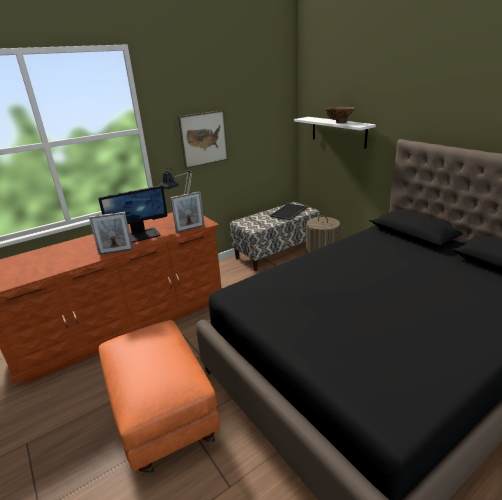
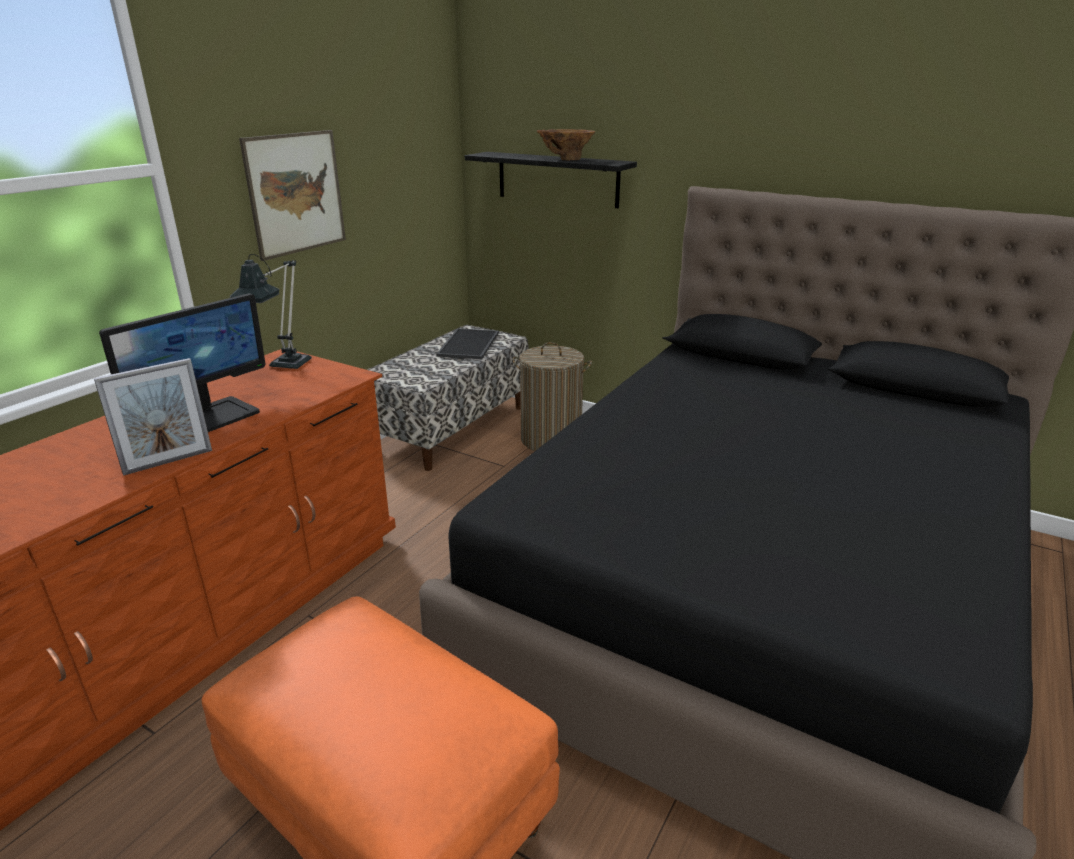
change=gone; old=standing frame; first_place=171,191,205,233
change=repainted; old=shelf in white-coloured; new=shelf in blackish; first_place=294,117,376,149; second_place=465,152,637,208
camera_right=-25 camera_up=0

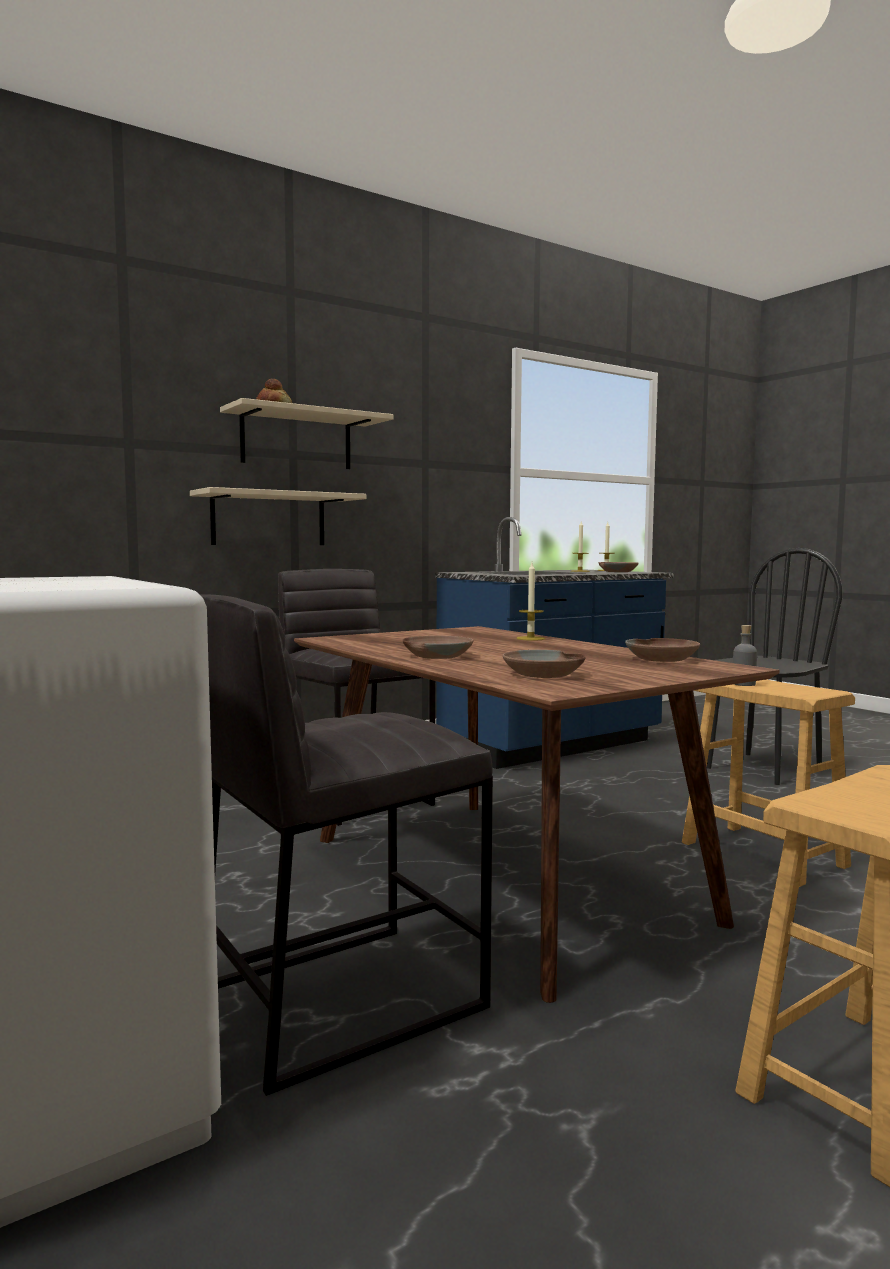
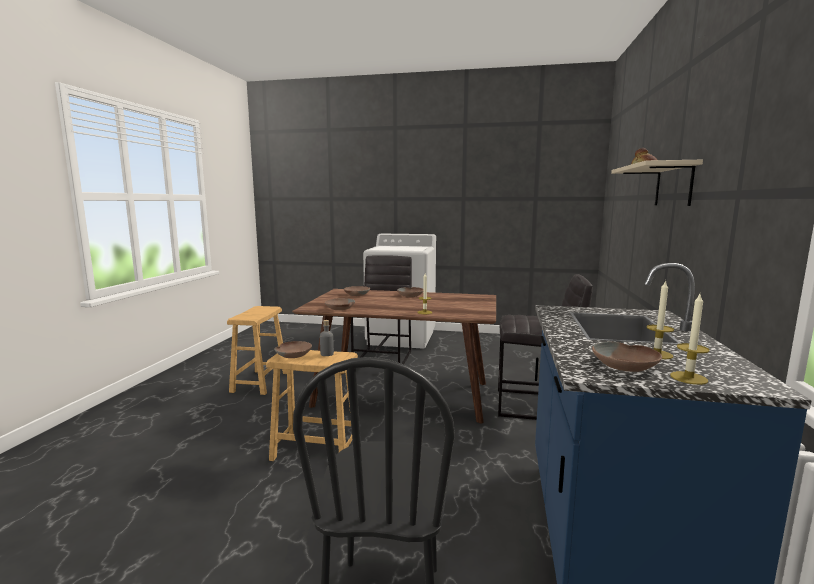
change=gone; old=shelf in sand-coloured; first_place=190,487,366,545
change=new; new=bowl in brown-coloured; second_place=274,341,312,358
camera_right=135 camera_up=5

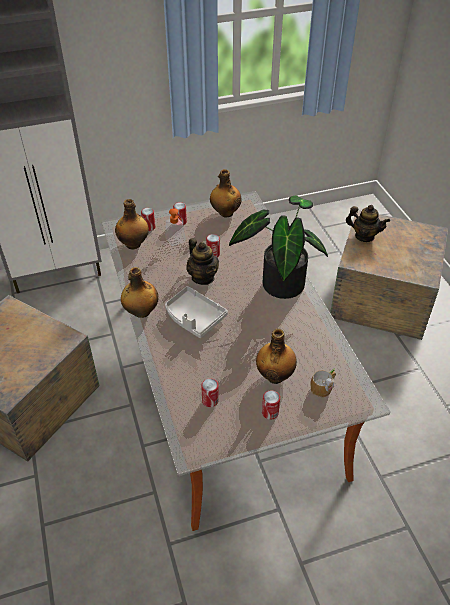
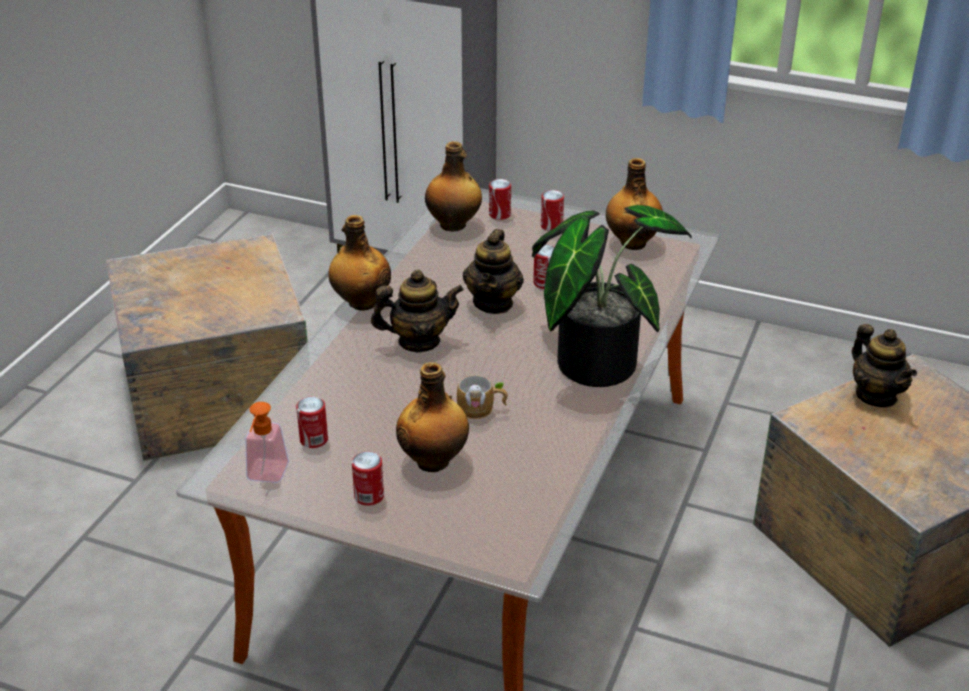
change=swapped; old=carrying tray in grey; new=teapot; first_place=165,286,228,338; second_place=371,270,464,352
change=shifted; old=soap bottle; first_place=166,208,186,246; second_place=245,402,289,483
change=shifted; old=mug; first_place=310,369,336,397; second_place=457,375,508,419
camera_right=40 camera_up=-10

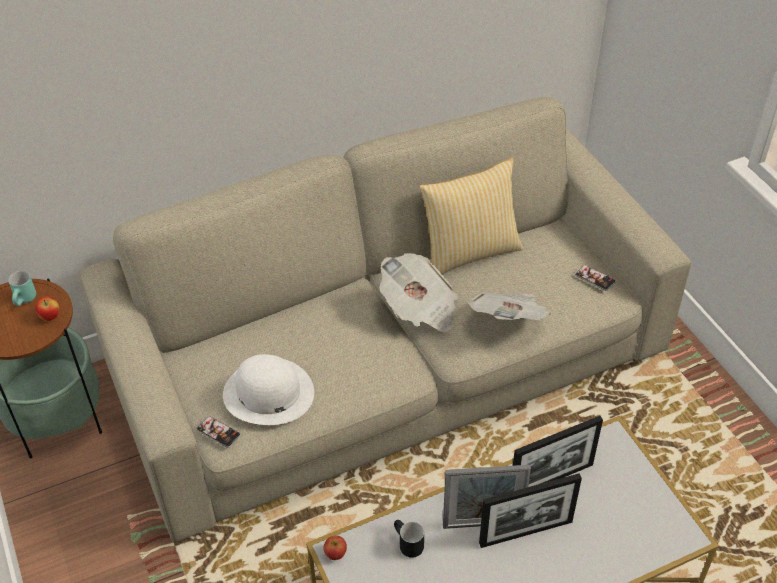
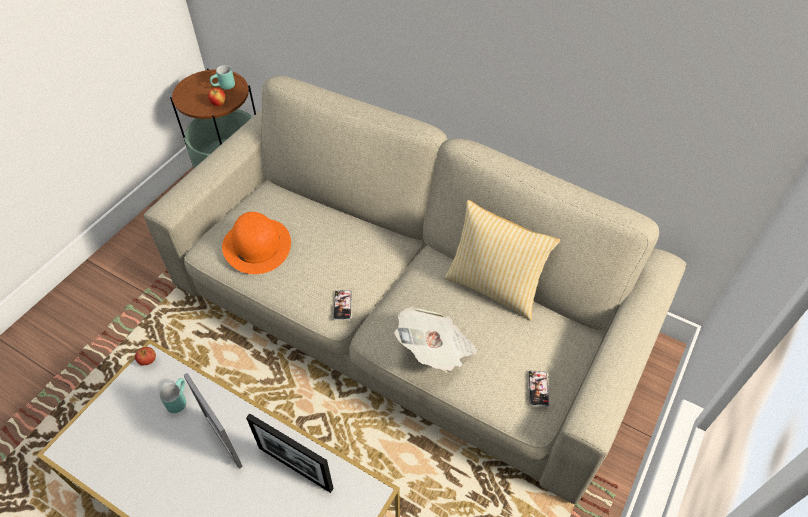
change=shifted; old=telephone; first_place=197,416,241,448; second_place=333,290,352,320
change=repainted; old=wearable hat in white-coloured; new=wearable hat in orange; first_place=223,354,314,425; second_place=222,212,291,274
change=gone; old=printed paper; first_place=379,253,458,333
change=repainted; old=mug in blackish; new=mug in turquoise; first_place=394,520,424,558; second_place=159,378,186,413
change=gone; old=standing frame; first_place=479,474,582,548
camera_right=55 camera_up=5

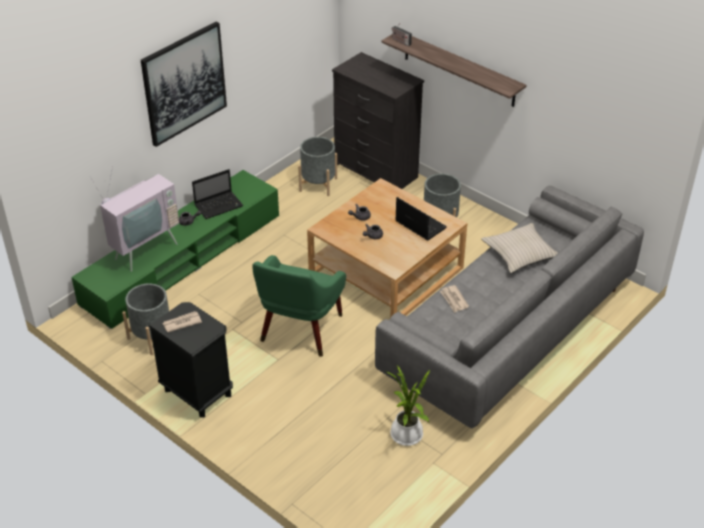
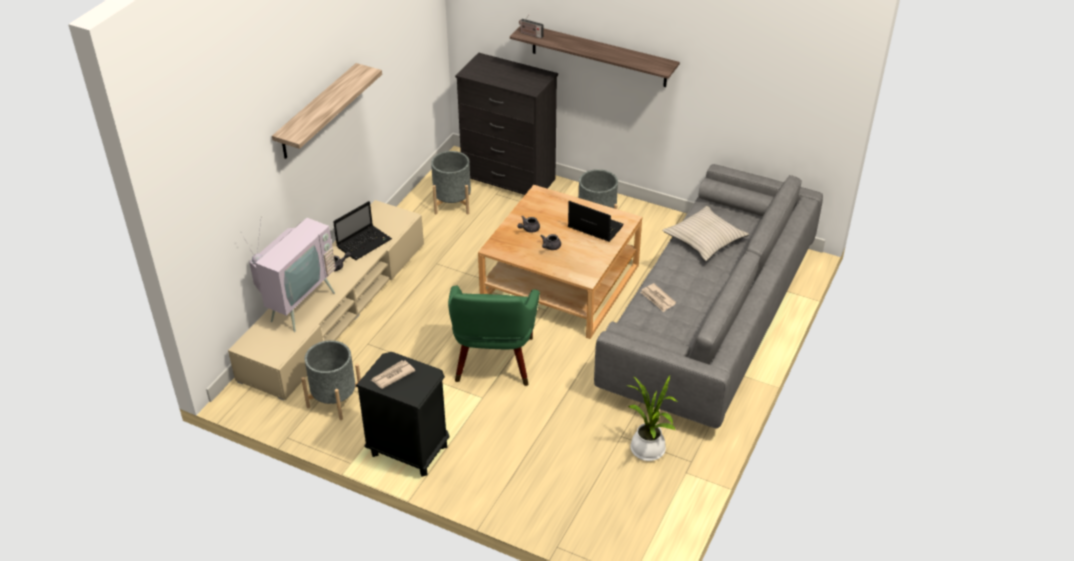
change=repainted; old=tv stand in greenish; new=tv stand in sand-coloured; first_place=71,170,279,329; second_place=228,200,424,401
change=swapped; old=picture; new=shelf; first_place=141,22,227,147; second_place=272,63,382,159
camera_right=-15 camera_up=0

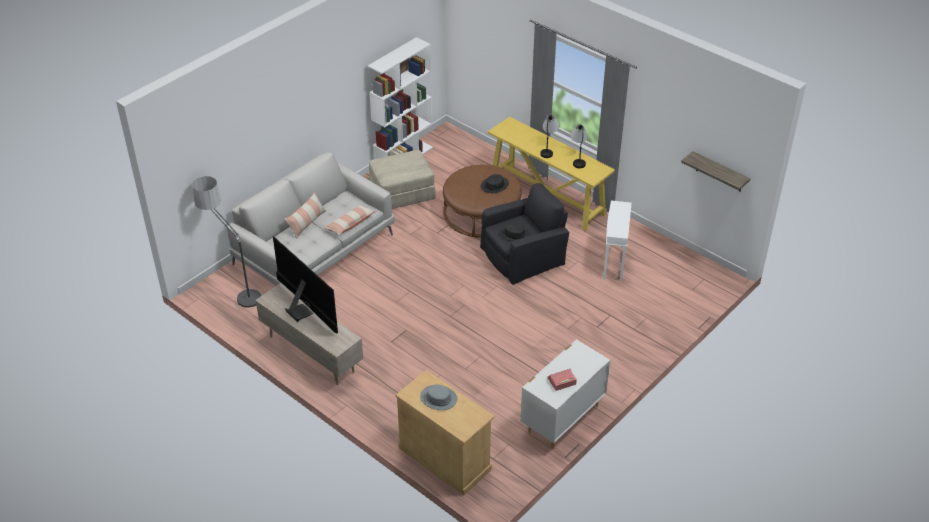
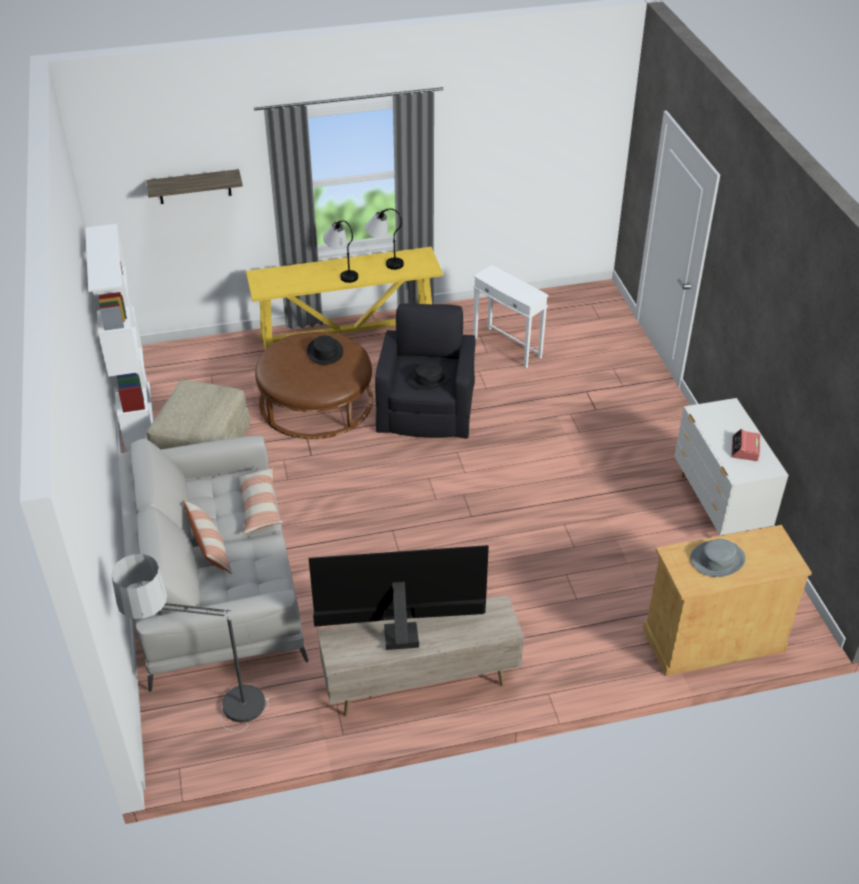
change=shifted; old=shelf; first_place=681,151,750,192; second_place=146,169,243,204
camera_right=-55 camera_up=0

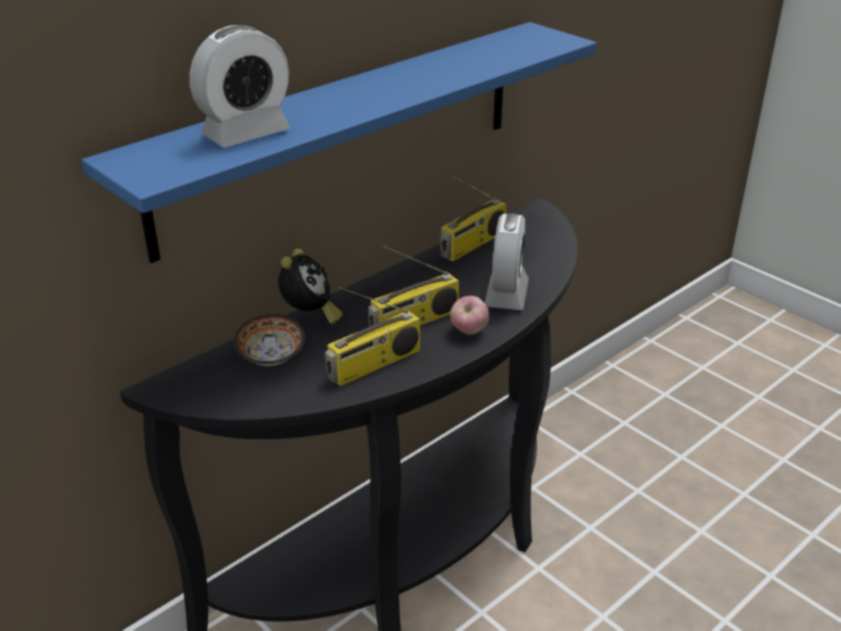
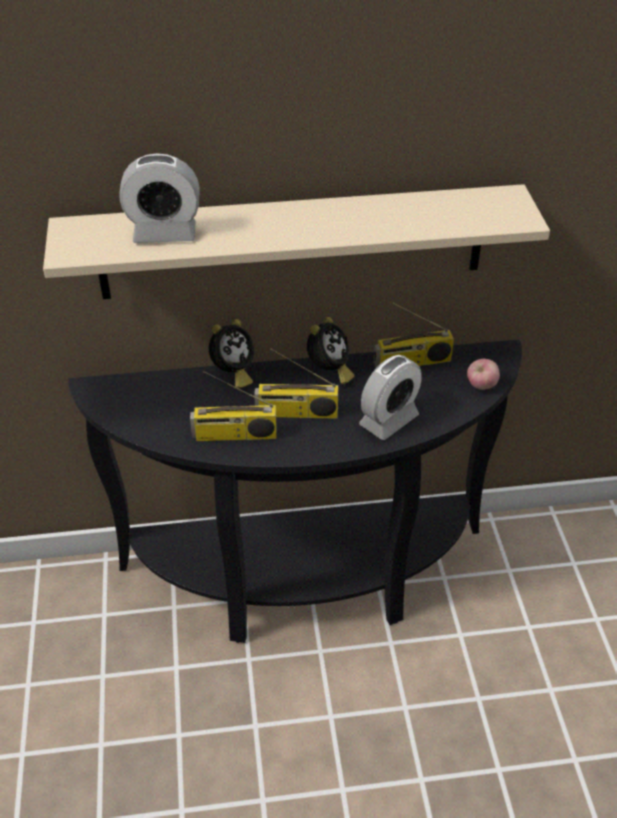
change=repainted; old=shelf in bluish; new=shelf in sand-coloured; first_place=81,22,597,263; second_place=43,184,550,299
change=gone; old=bowl; first_place=234,314,305,366
change=shifted; old=whole apple; first_place=450,296,490,335; second_place=467,359,500,390
change=new; new=bedside clock; second_place=307,317,354,384
camera_right=35 camera_up=10

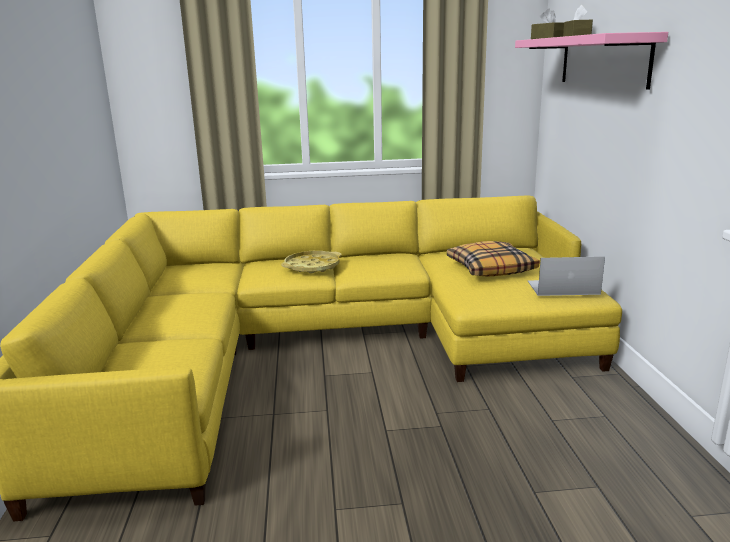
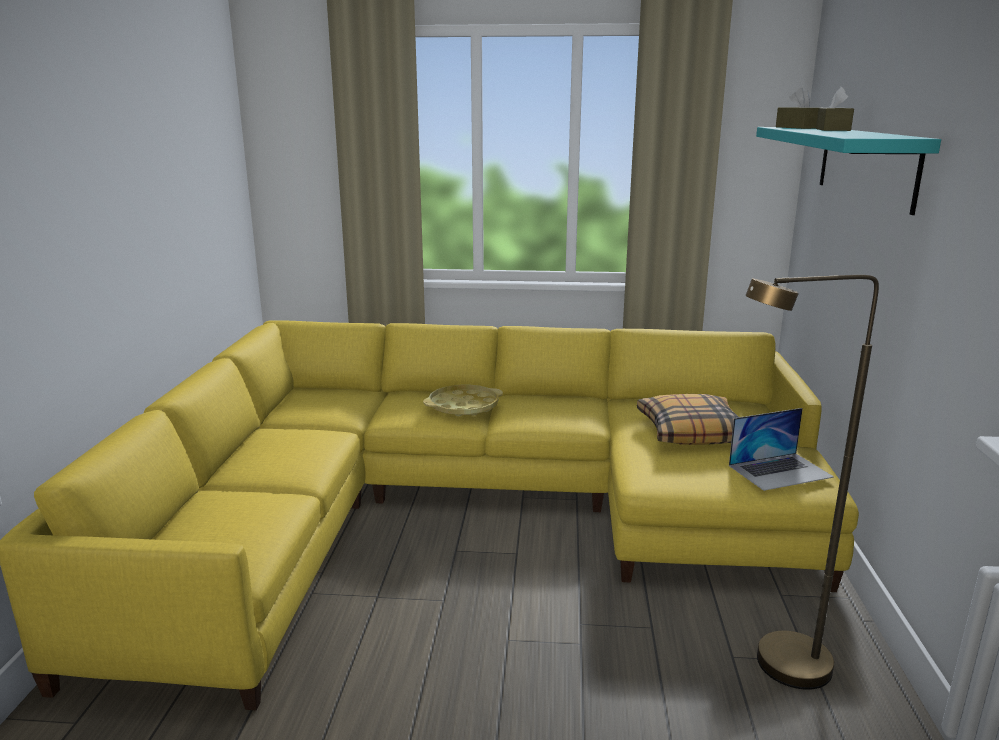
change=repainted; old=shelf in pinkish; new=shelf in turquoise; first_place=515,32,668,90; second_place=756,127,941,215
change=rotated; old=portable computer; first_place=528,257,605,296; second_place=729,408,834,491; degrees=150
change=new; new=floor lamp in brown-coloured; second_place=745,275,879,690
camera_right=10 camera_up=0

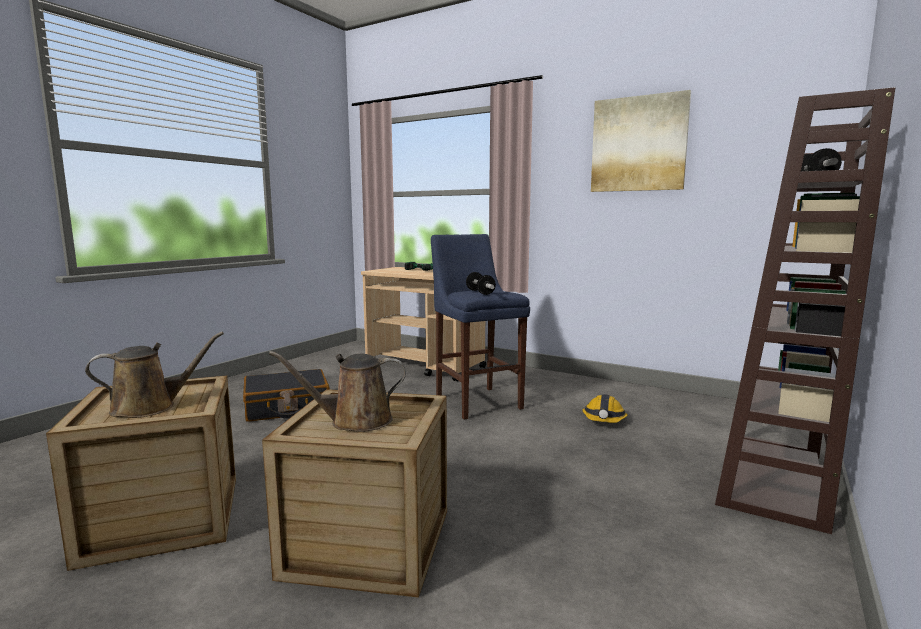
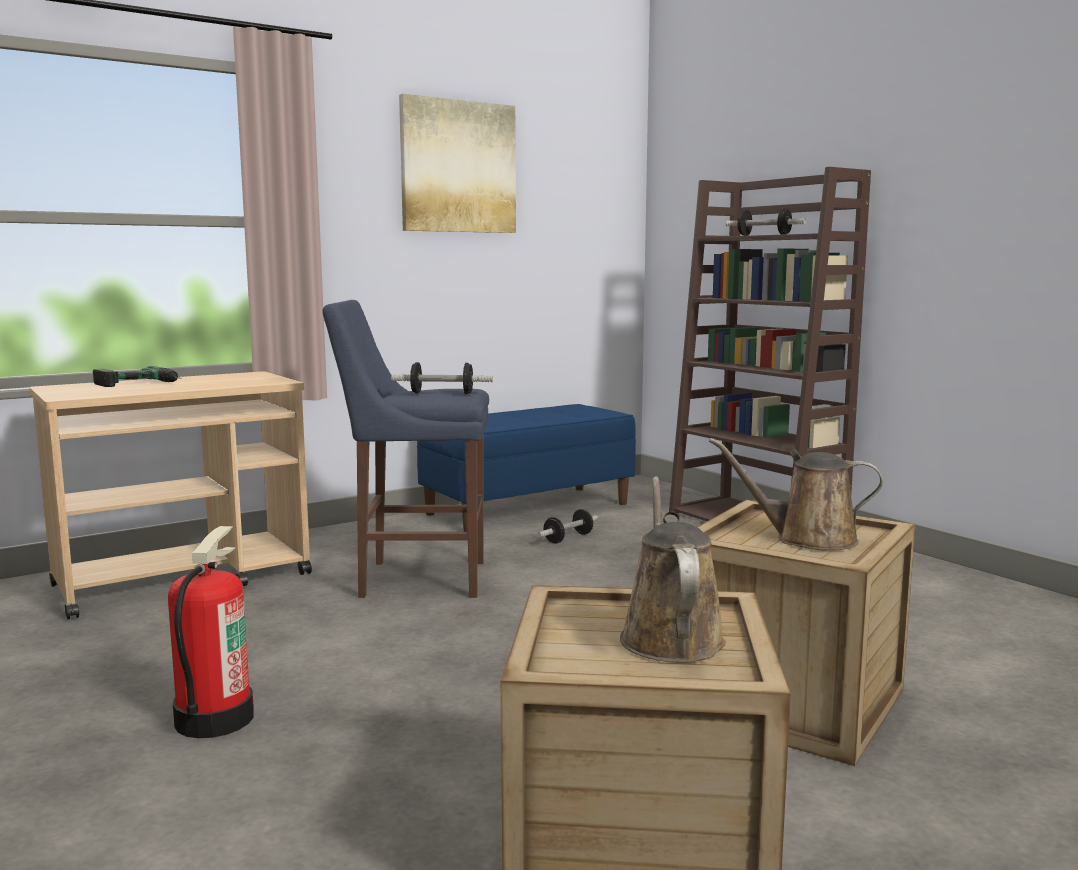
change=swapped; old=piece of luggage in blackish; new=fire-fighting cylinder; first_place=243,369,329,422; second_place=168,526,254,738
change=rotated; old=watering pot in brown-coloured; first_place=269,351,406,432; second_place=709,438,883,551; degrees=90
change=swapped; old=work helmet; new=hand weight; first_place=582,394,628,423; second_place=537,509,598,543
change=new; new=bench in bluish; second_place=417,404,636,532
camera_right=-65 camera_up=0

